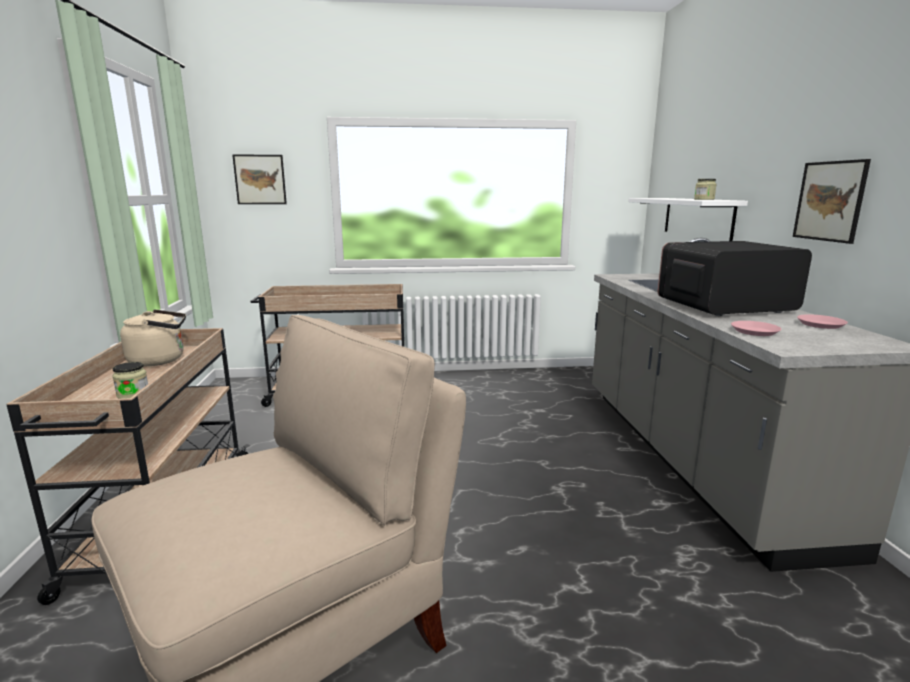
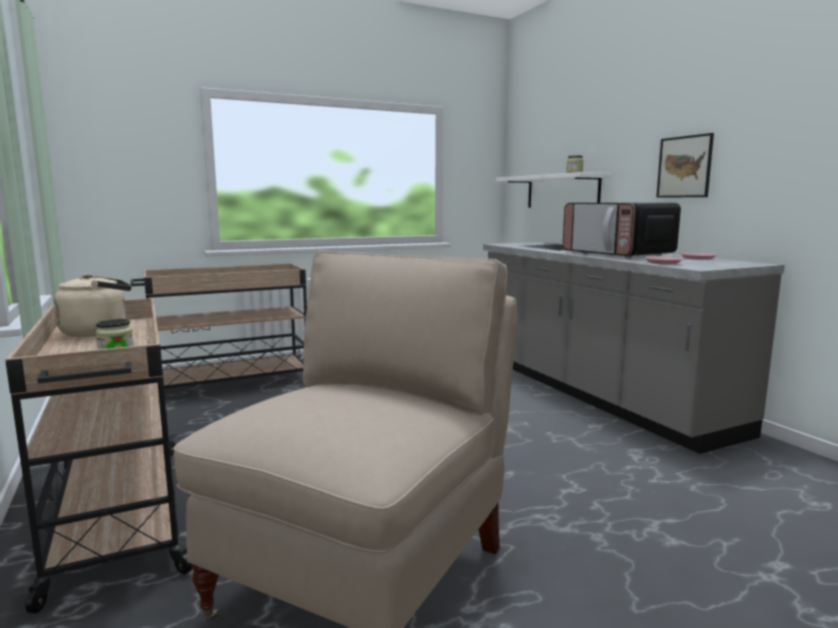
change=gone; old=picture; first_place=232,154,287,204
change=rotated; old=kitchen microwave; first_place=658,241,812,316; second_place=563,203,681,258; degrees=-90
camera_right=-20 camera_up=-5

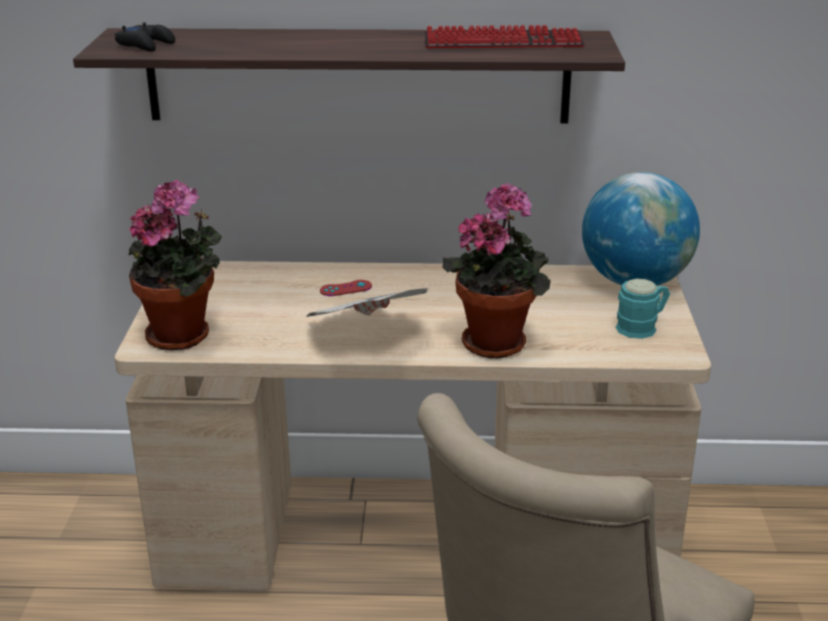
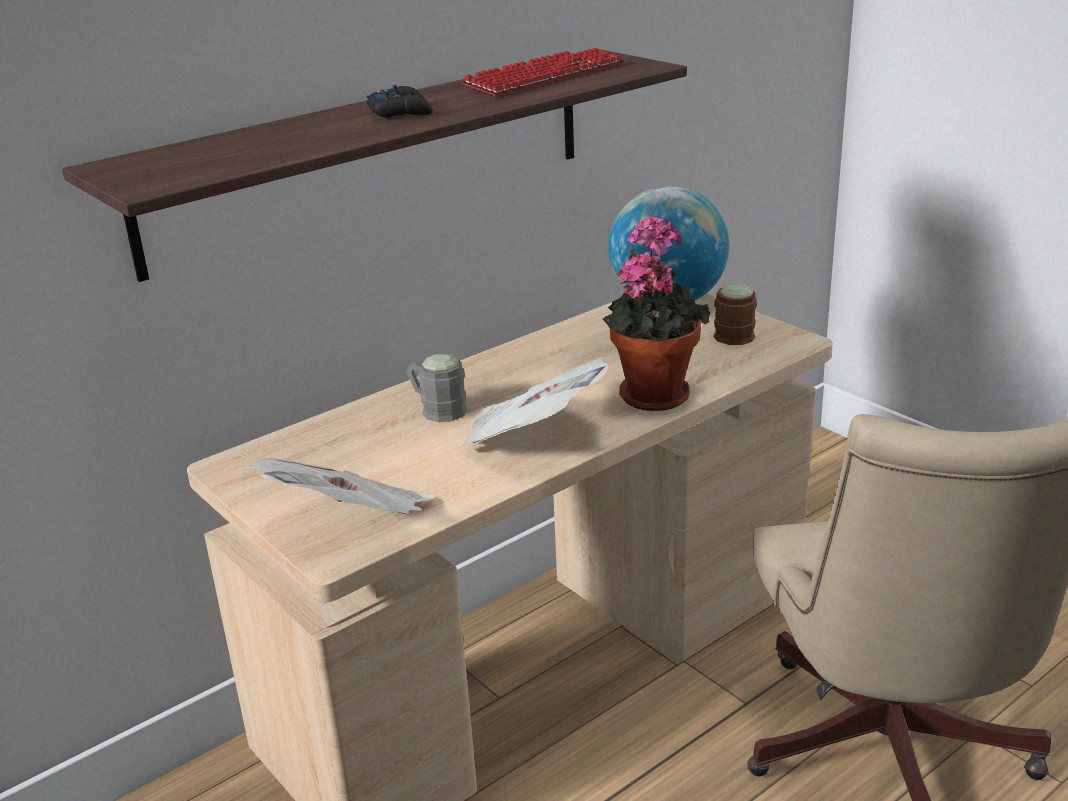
change=shifted; old=game controller in blackish; first_place=114,22,175,51; second_place=367,85,433,117
change=swapped; old=houseplant; new=printed paper; first_place=128,179,222,350; second_place=251,458,435,514
change=swapped; old=game controller in red; new=mug in grey; first_place=320,280,372,296; second_place=406,353,468,422
change=repainted; old=mug in turquoise; new=mug in brown-coloured; first_place=616,279,670,339; second_place=713,284,757,345
camera_right=-40 camera_up=0

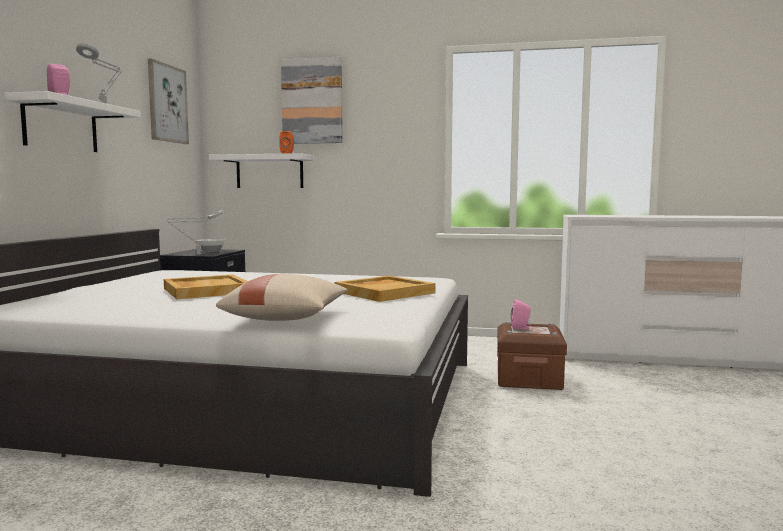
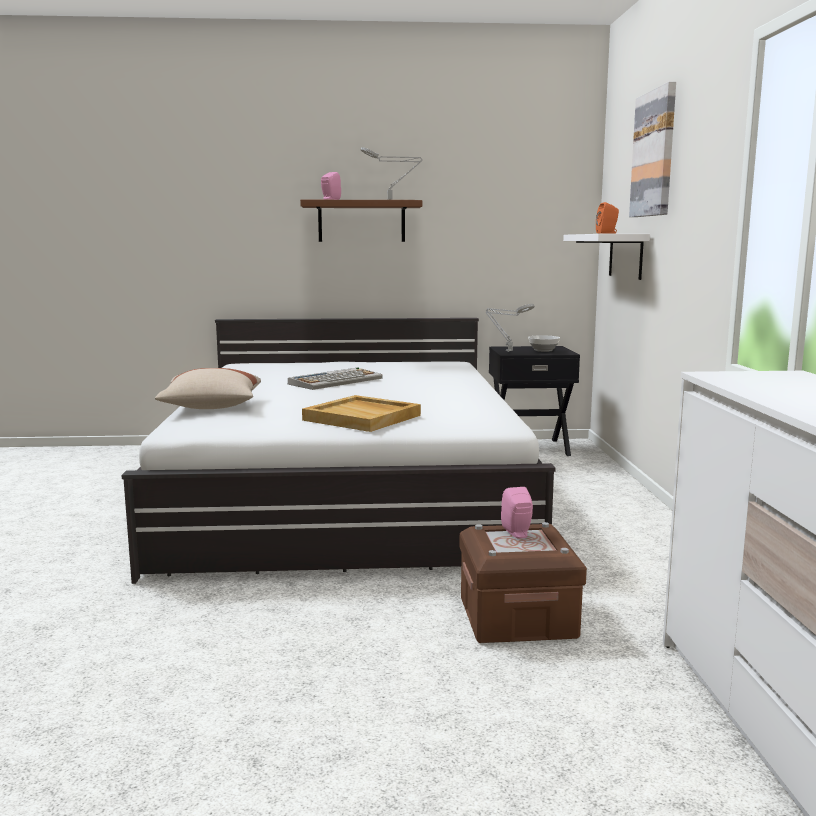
change=repainted; old=shelf in white-coloured; new=shelf in brown-coloured; first_place=5,91,141,152; second_place=300,200,422,242
change=gone; old=picture; first_place=148,59,189,144
change=swapped; old=carrying tray in sand-coloured; new=keyboard; first_place=164,274,248,299; second_place=288,368,383,390
camera_right=75 camera_up=5

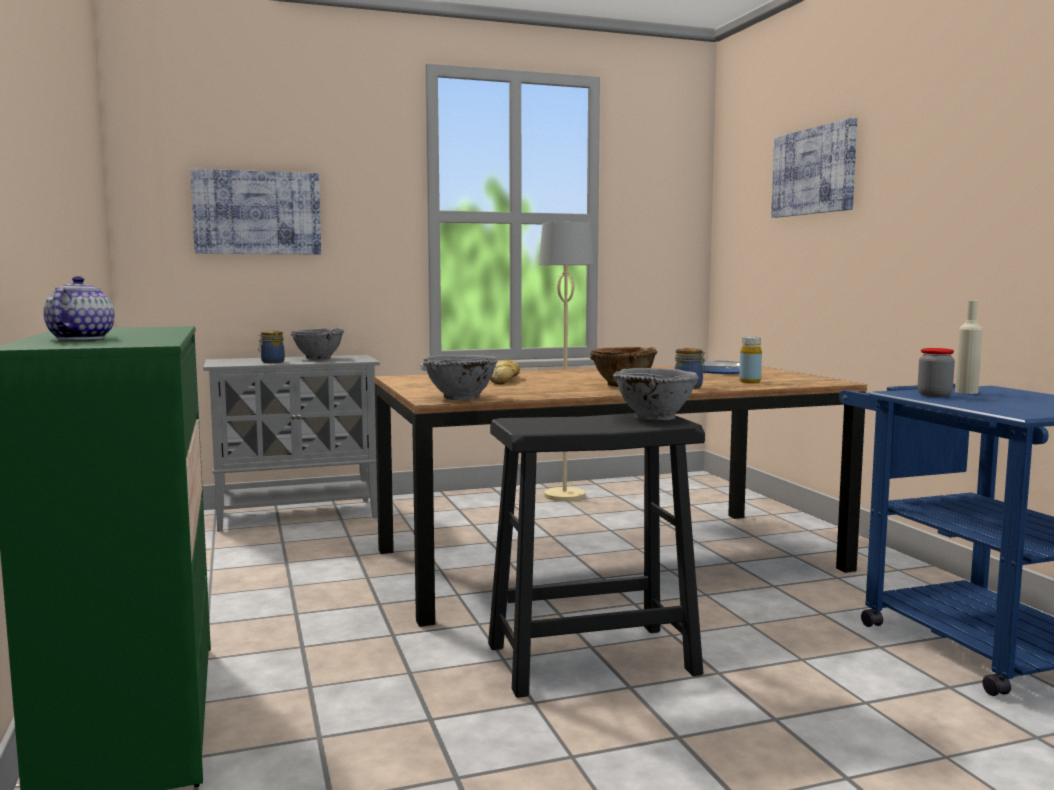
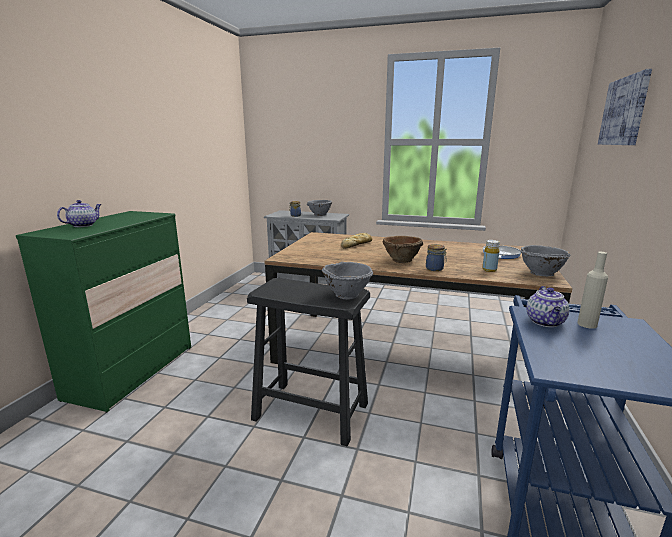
change=gone; old=picture; first_place=190,169,321,255
change=shifted; old=bowl in grey; first_place=423,355,498,400; second_place=520,245,570,276
change=gone; old=floor lamp in sand-coloured; first_place=539,222,593,501
change=swapped; old=jar; new=teapot; first_place=918,348,955,397; second_place=526,286,570,327
camera_right=35 camera_up=10

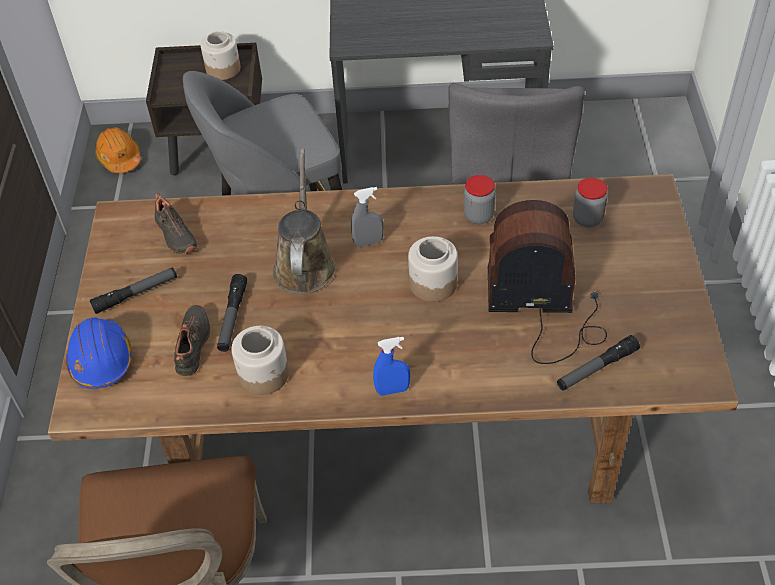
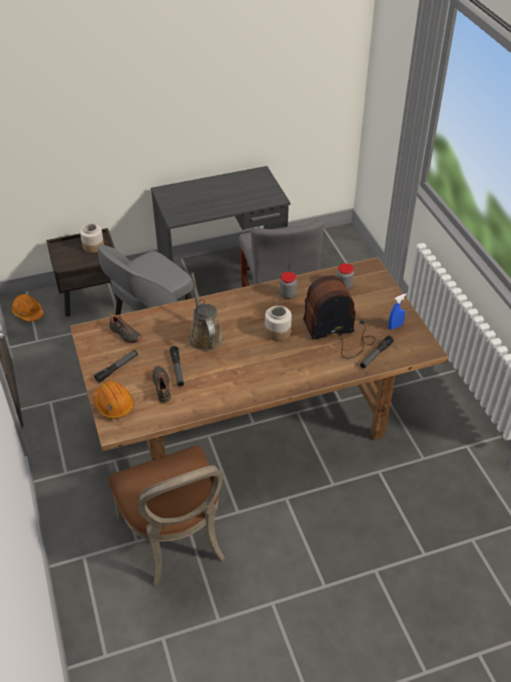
change=repainted; old=work helmet in bluish; new=work helmet in orange; first_place=66,318,132,389; second_place=93,381,134,419
change=gone; old=jar; first_place=231,326,289,395
change=gone; old=hand sprayer in grey; first_place=351,187,384,247
change=shifted; old=hand sprayer in bluish; first_place=373,337,410,396; second_place=388,294,407,330
camera_right=-20 camera_up=-5

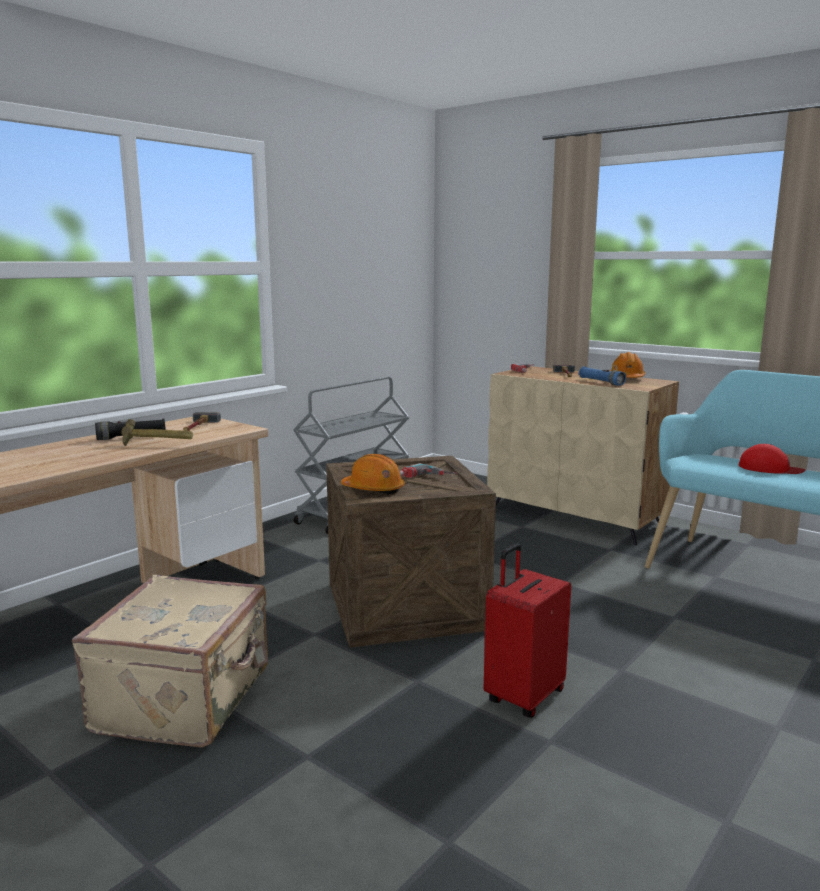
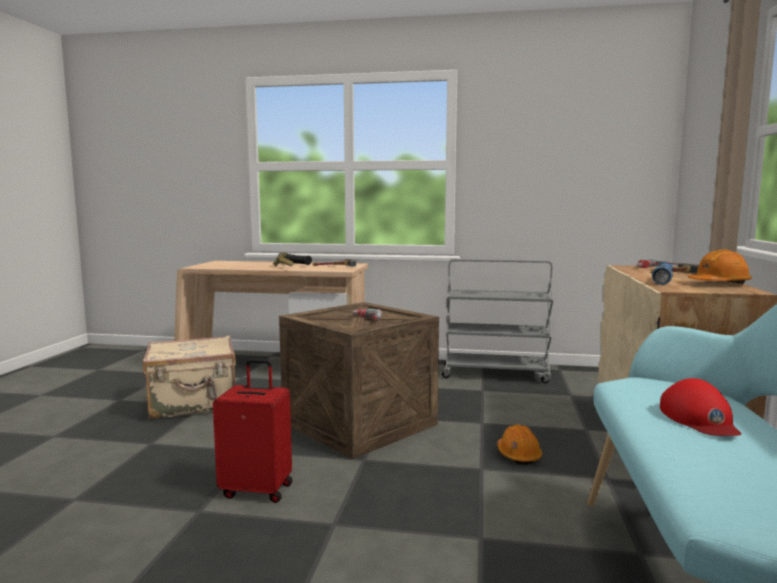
change=shifted; old=work helmet in orange; first_place=341,454,405,495; second_place=497,424,542,465
camera_right=60 camera_up=-5

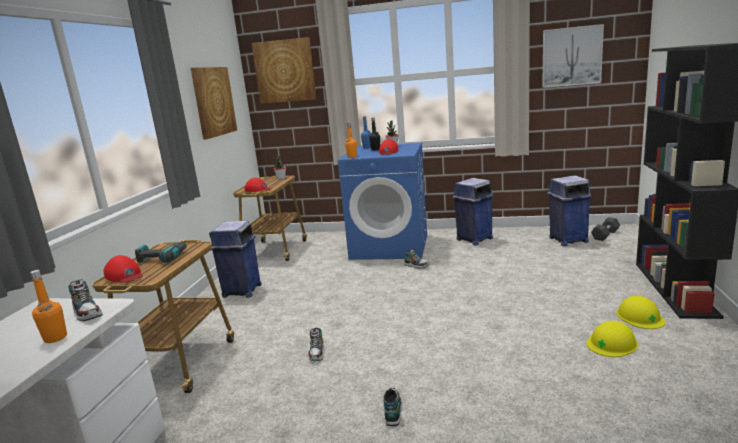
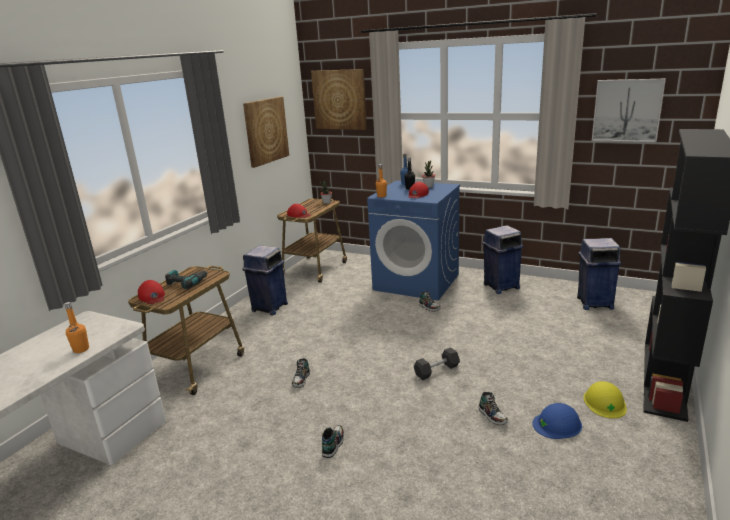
change=shifted; old=shoe; first_place=68,279,103,321; second_place=479,392,508,425
change=repainted; old=work helmet in yellow-coloured; new=work helmet in bluish; first_place=586,321,638,357; second_place=532,403,582,439
change=shifted; old=hand weight in grey; first_place=591,217,620,241; second_place=414,347,460,380
camera_right=15 camera_up=5

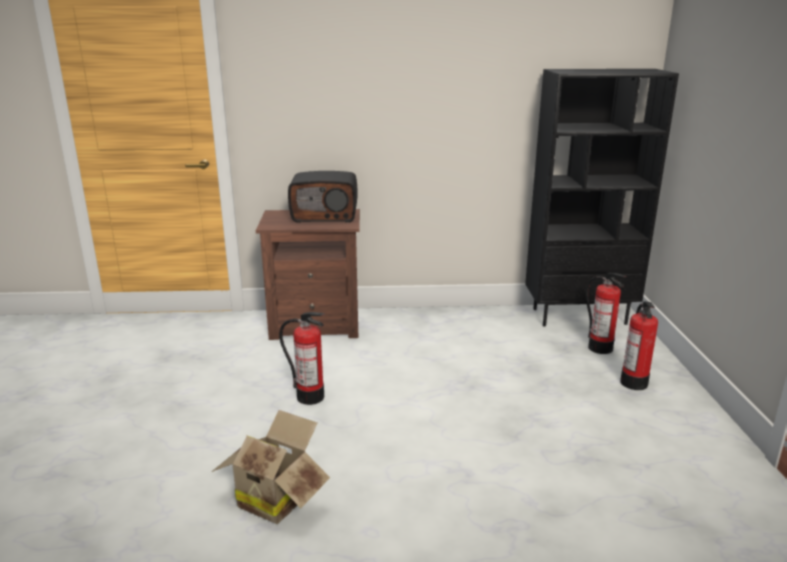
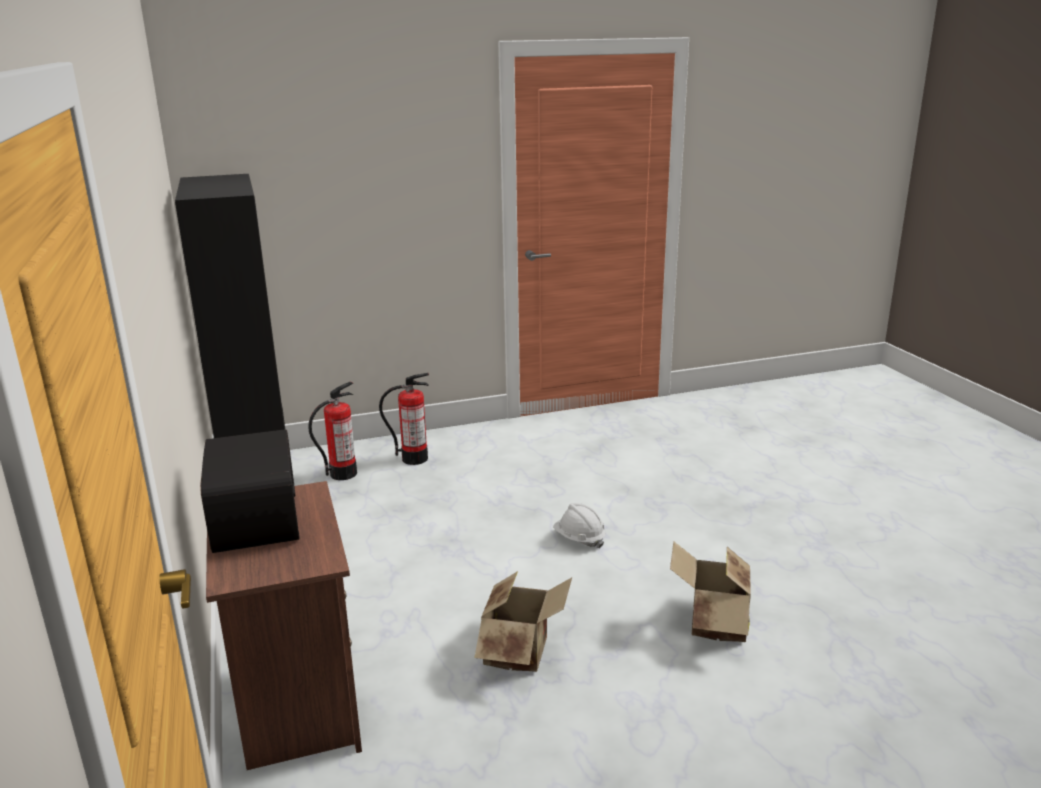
change=swapped; old=fire-fighting cylinder; new=carton; first_place=279,312,325,405; second_place=474,571,572,672
change=new; new=work helmet in white-coloured; second_place=553,503,606,548
camera_right=-105 camera_up=0

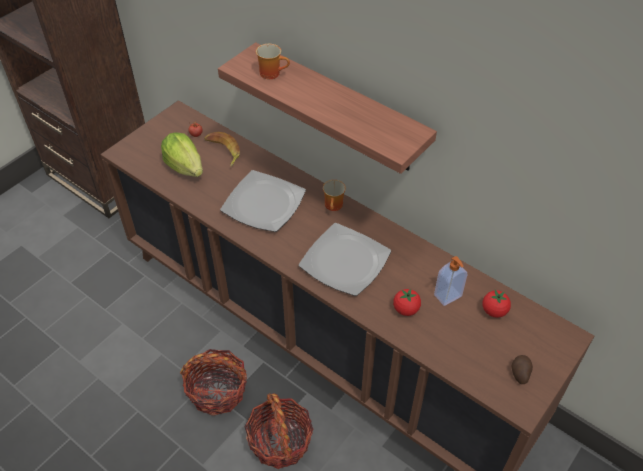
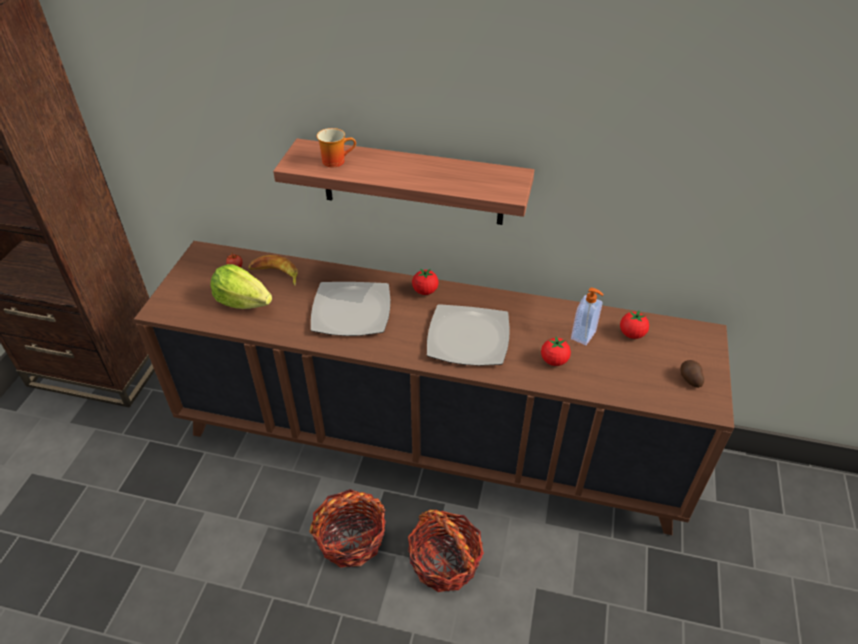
change=swapped; old=mug; new=whole tomato; first_place=323,180,346,211; second_place=412,268,439,295
camera_right=-25 camera_up=-5

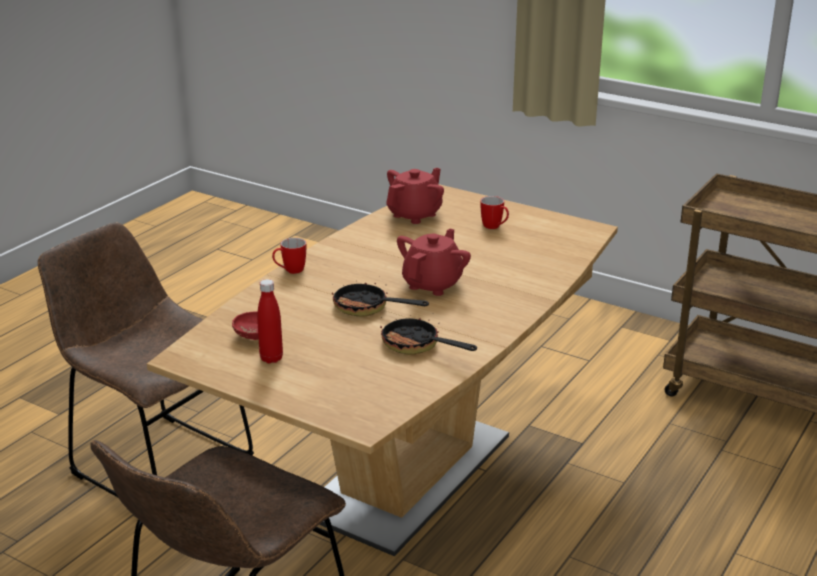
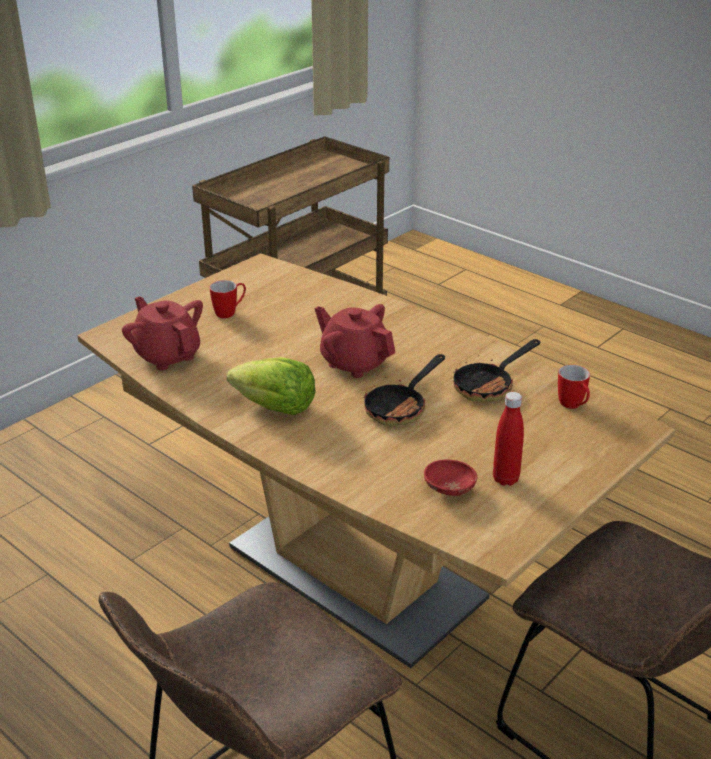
change=shifted; old=mug; first_place=272,238,306,274; second_place=558,365,590,409
change=new; new=lettuce head; second_place=227,357,316,415
camera_right=-80 camera_up=5

